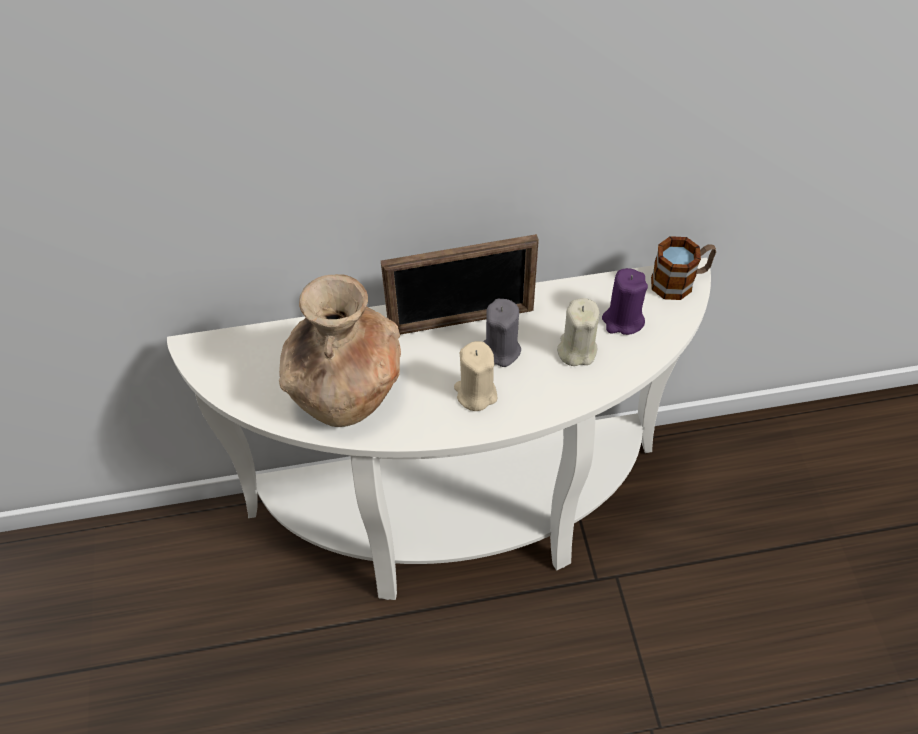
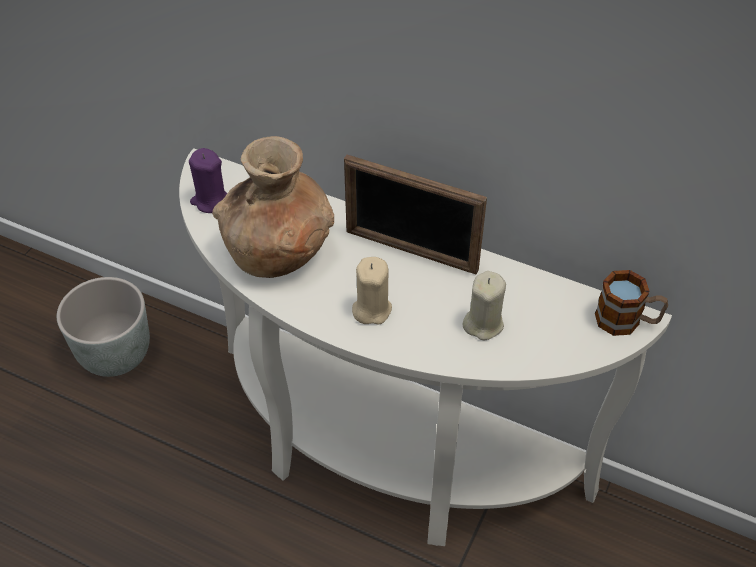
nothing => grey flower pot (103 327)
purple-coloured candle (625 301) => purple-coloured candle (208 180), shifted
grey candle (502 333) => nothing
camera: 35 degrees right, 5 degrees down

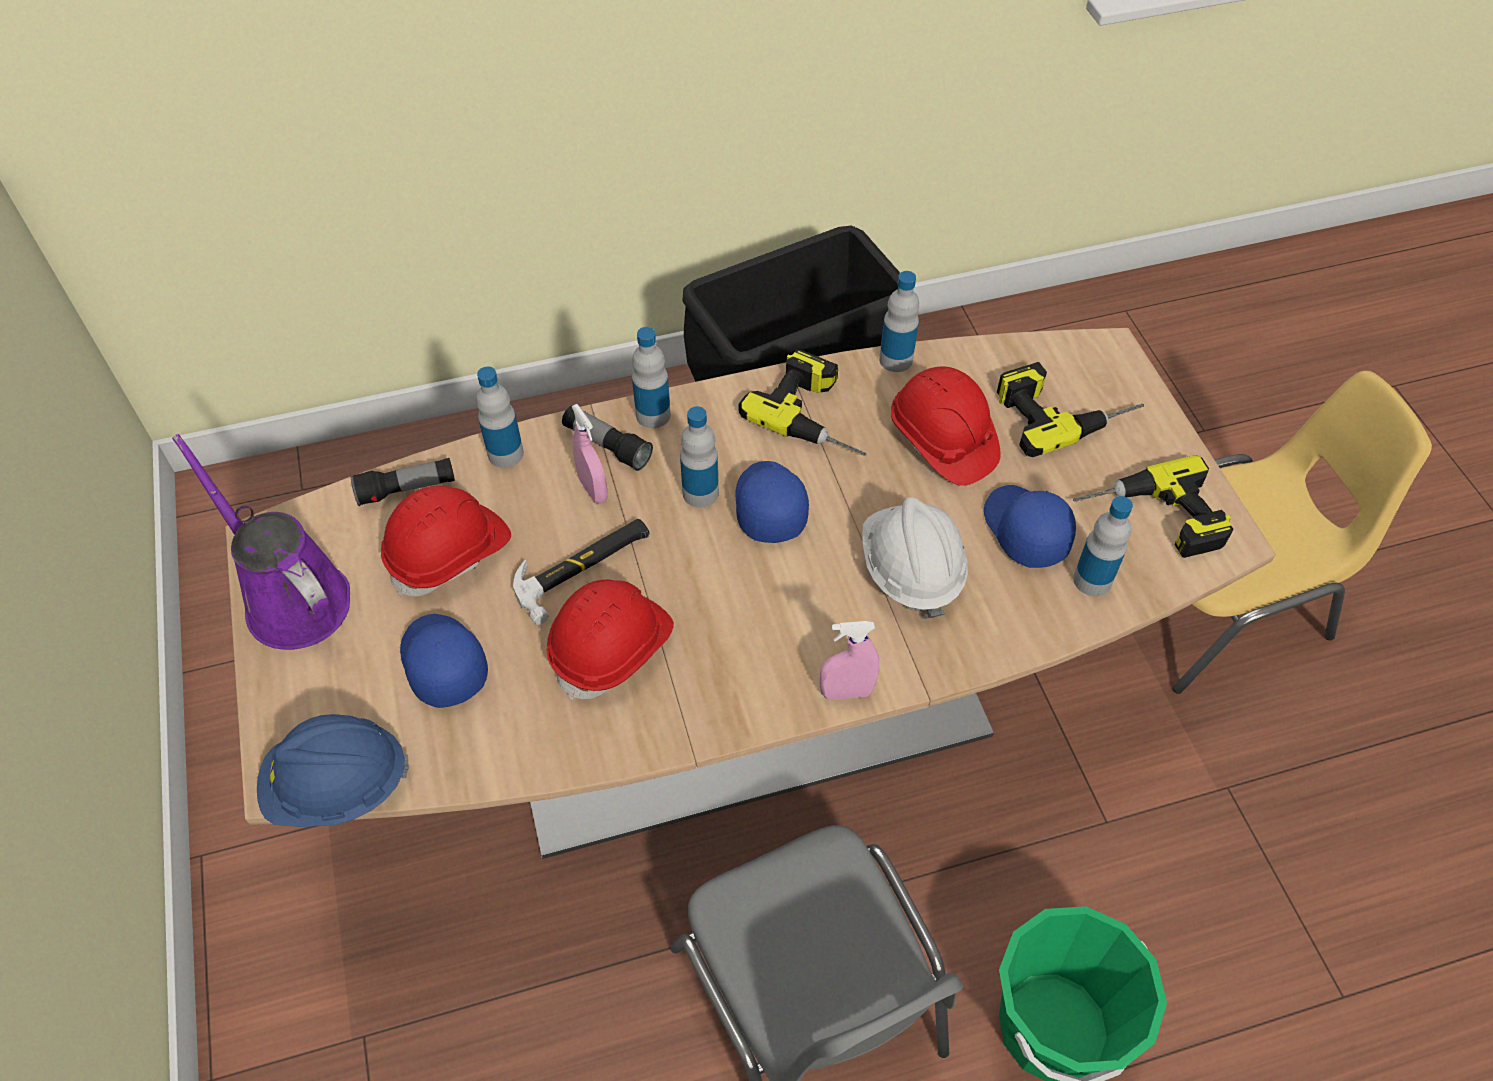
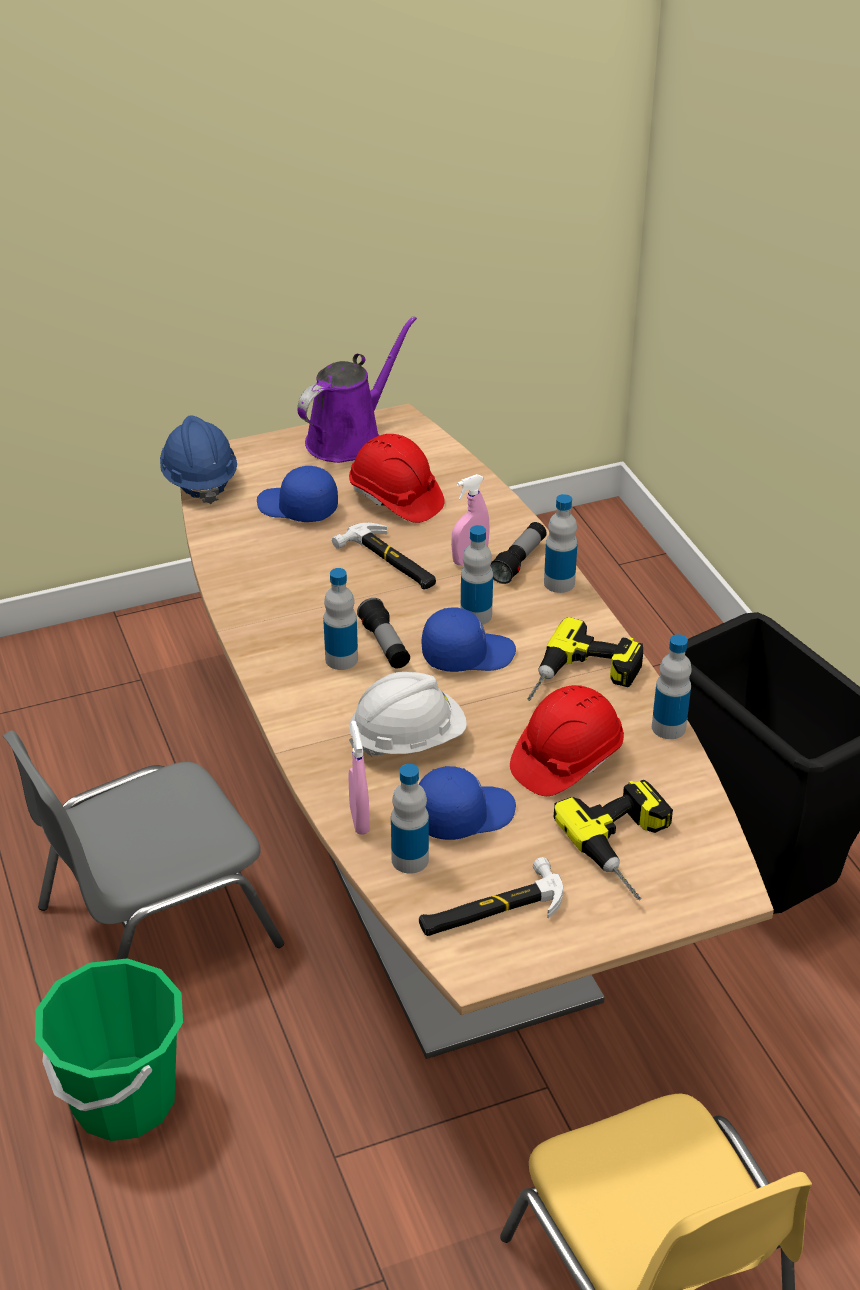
blue-coloured cap (444 661) => blue-coloured cap (297 494), 120 degrees counterclockwise
bottle (500 417) => bottle (340 619), shifted
pinkish sprayer (849 660) => pinkish sprayer (359 777), shifted
hand torch (403 482) => hand torch (383 633), shifted
power drill (1153 506) => hand hammer (491 896)
reddish safety helmet (610 640) => nothing
camera: 85 degrees right, 15 degrees down

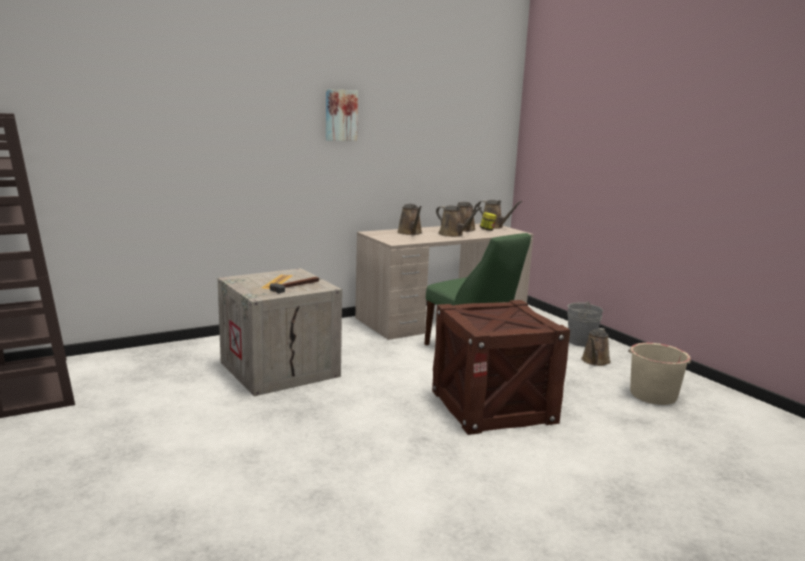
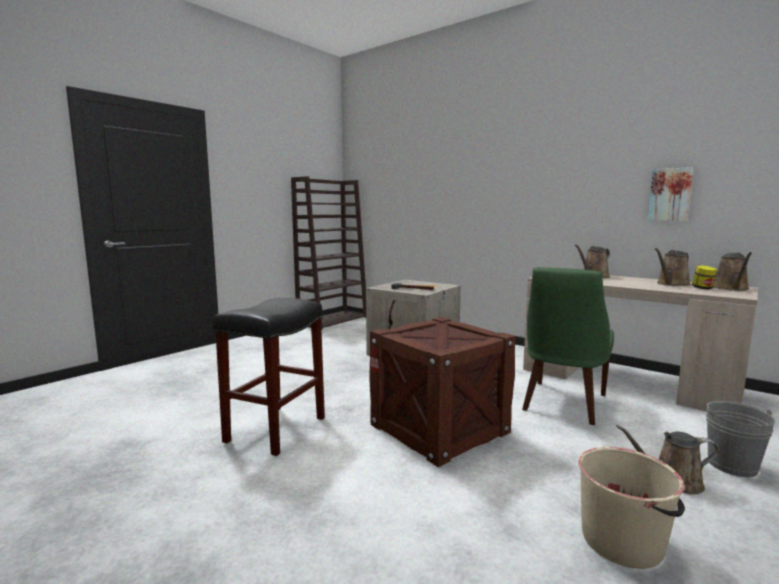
nothing => blackish sitting stool (269 377)
wall art (342 115) => wall art (670 194), shifted
brown watering pot (459 221) => nothing
camera: 70 degrees right, 5 degrees down

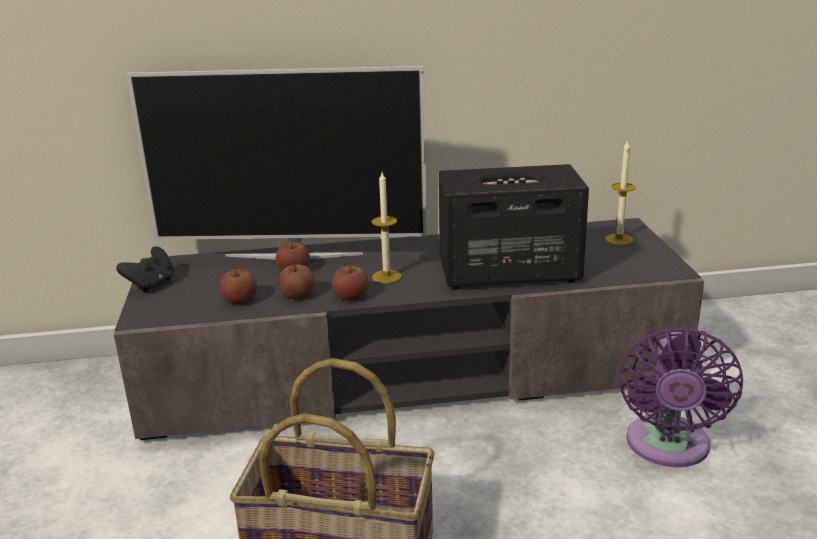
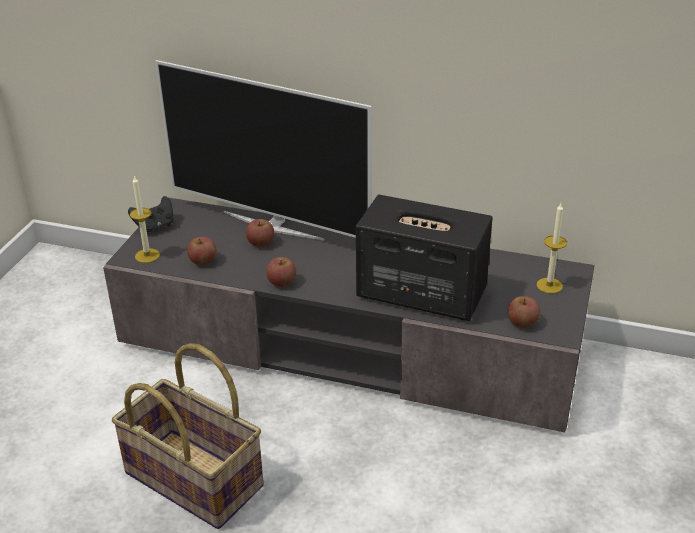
candle (386 227) => candle (145 219), shifted
apple (297 281) => apple (523 312), shifted
purple-coloured fan (681 397) => nothing
camera: 25 degrees right, 10 degrees up

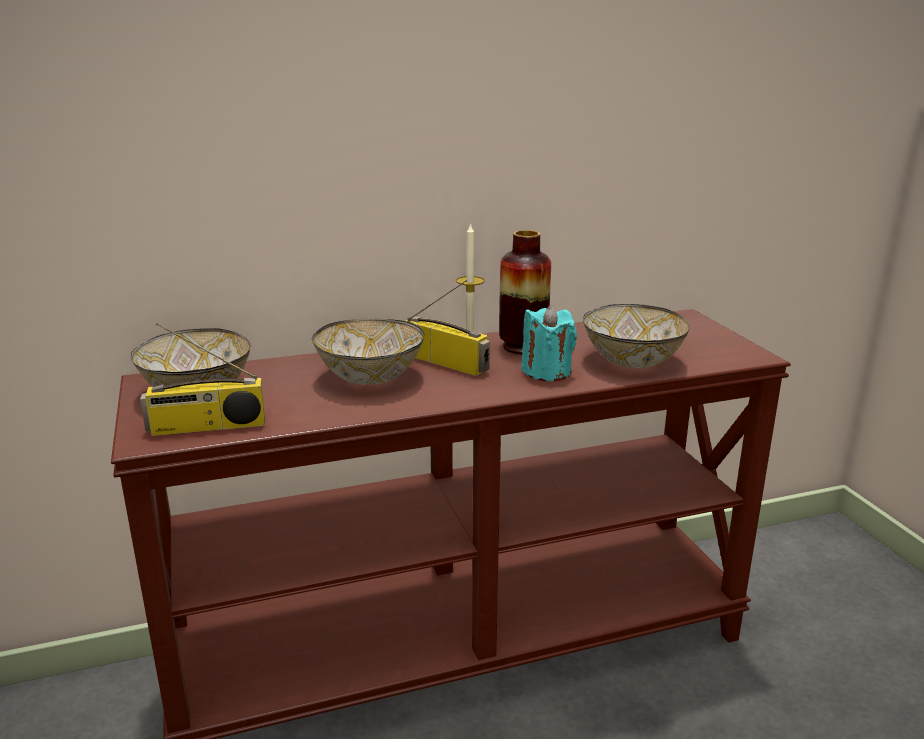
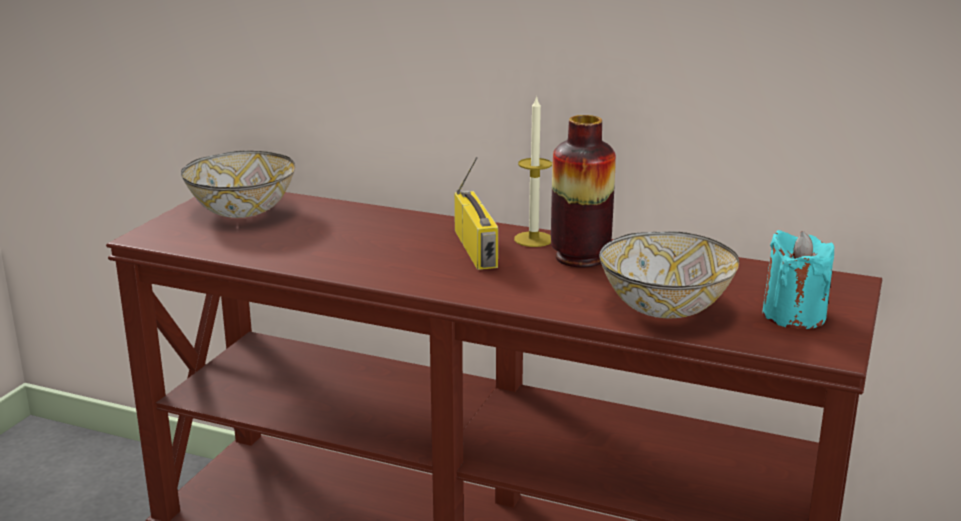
blue-green candle (549 343) => blue-green candle (798 280), shifted
radio receiver (202 379) => nothing
serving bowl (367 352) => nothing
camera: 40 degrees right, 0 degrees up

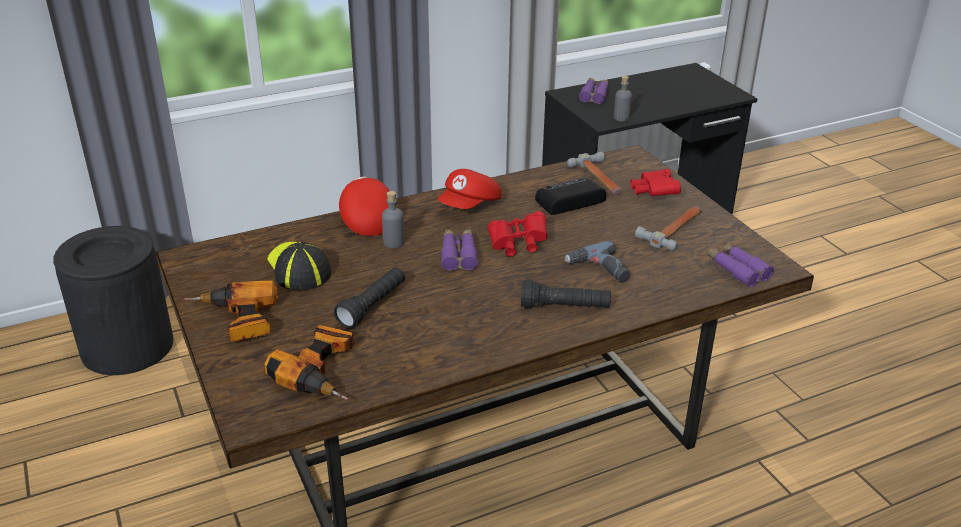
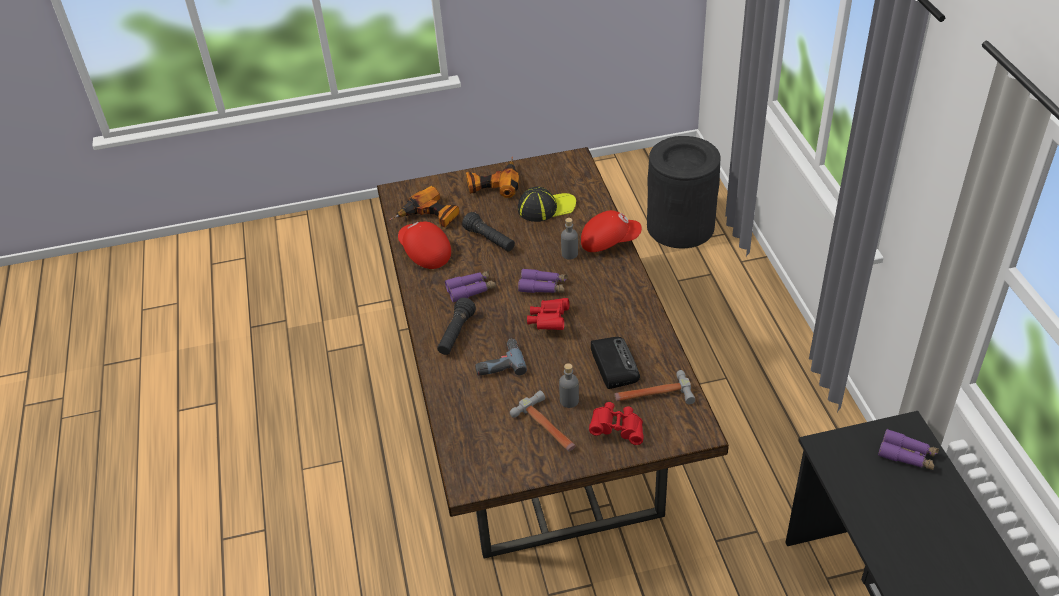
reddish cap (470 189) => reddish cap (424 245), shifted
purple-coloured field glasses (740 265) => purple-coloured field glasses (470 286), shifted
grey bottle (623 98) => grey bottle (569 385), shifted
camera: 105 degrees right, 10 degrees up

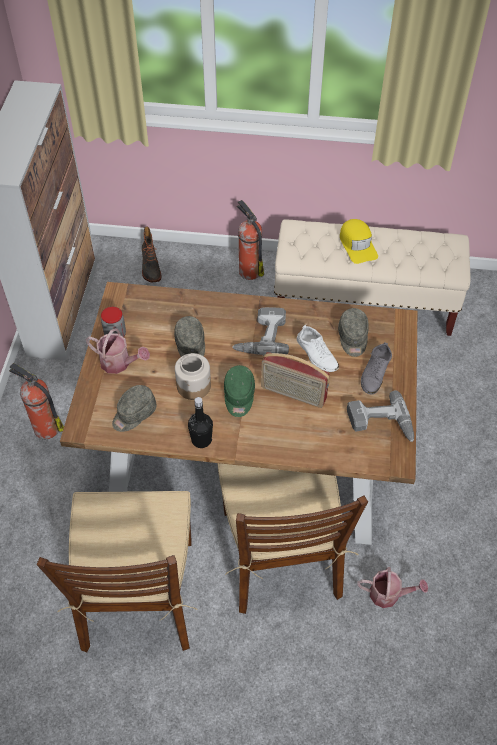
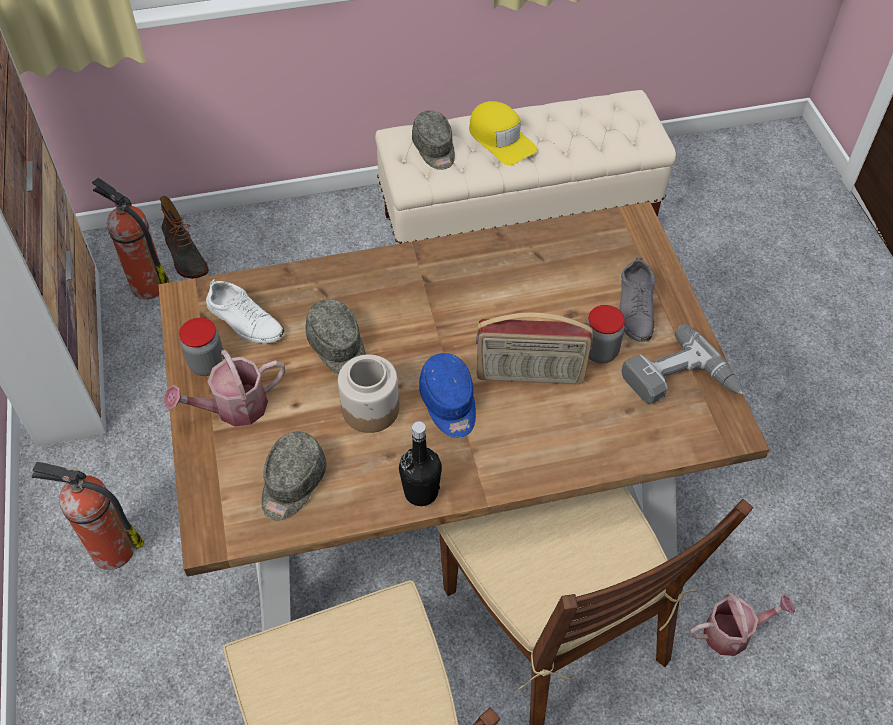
fire extinguisher (250 240) => fire extinguisher (131 238), shifted
watering pot (118 351) => watering pot (224 388), 150 degrees clockwise
white item of footwear (318 348) => white item of footwear (245 312), shifted
grey cap (353 332) => grey cap (433 140), shifted
green cap (239 391) => blue-coloured cap (447 395)
nothing => jar (605 334)
power drill (260 331) => nothing
camera: 20 degrees left, 0 degrees up

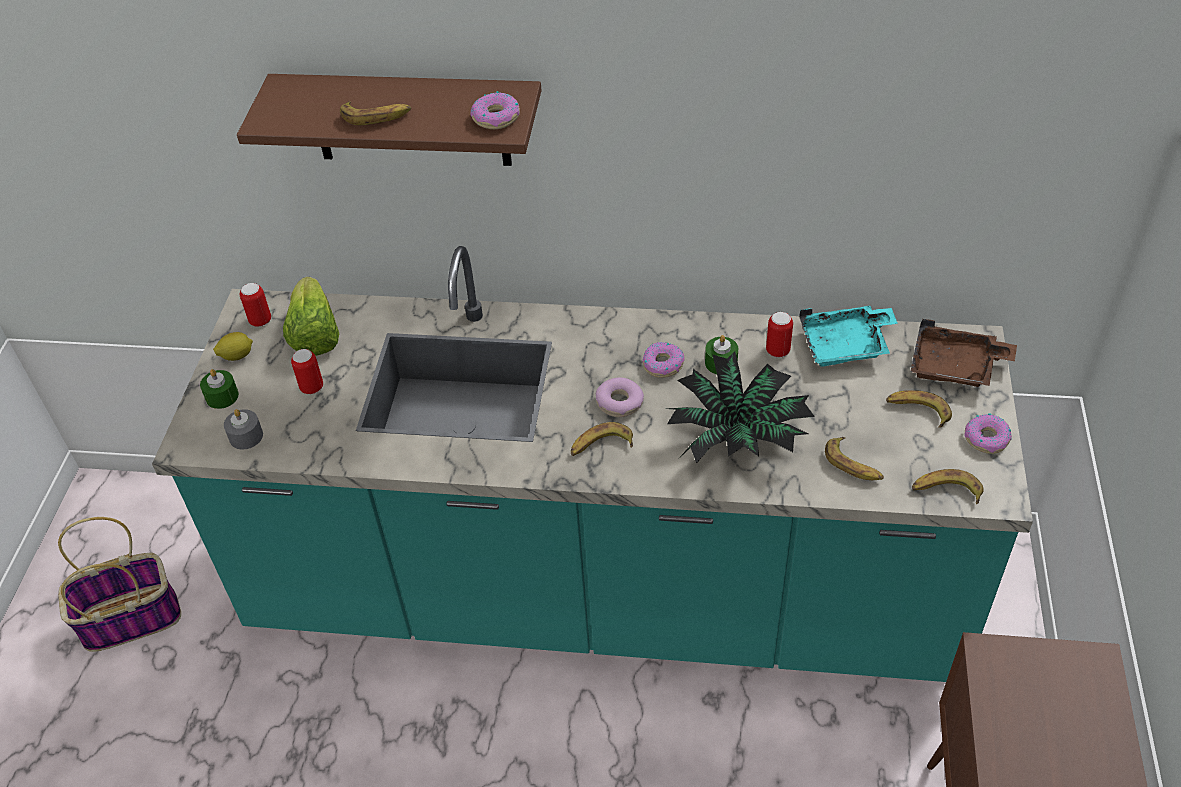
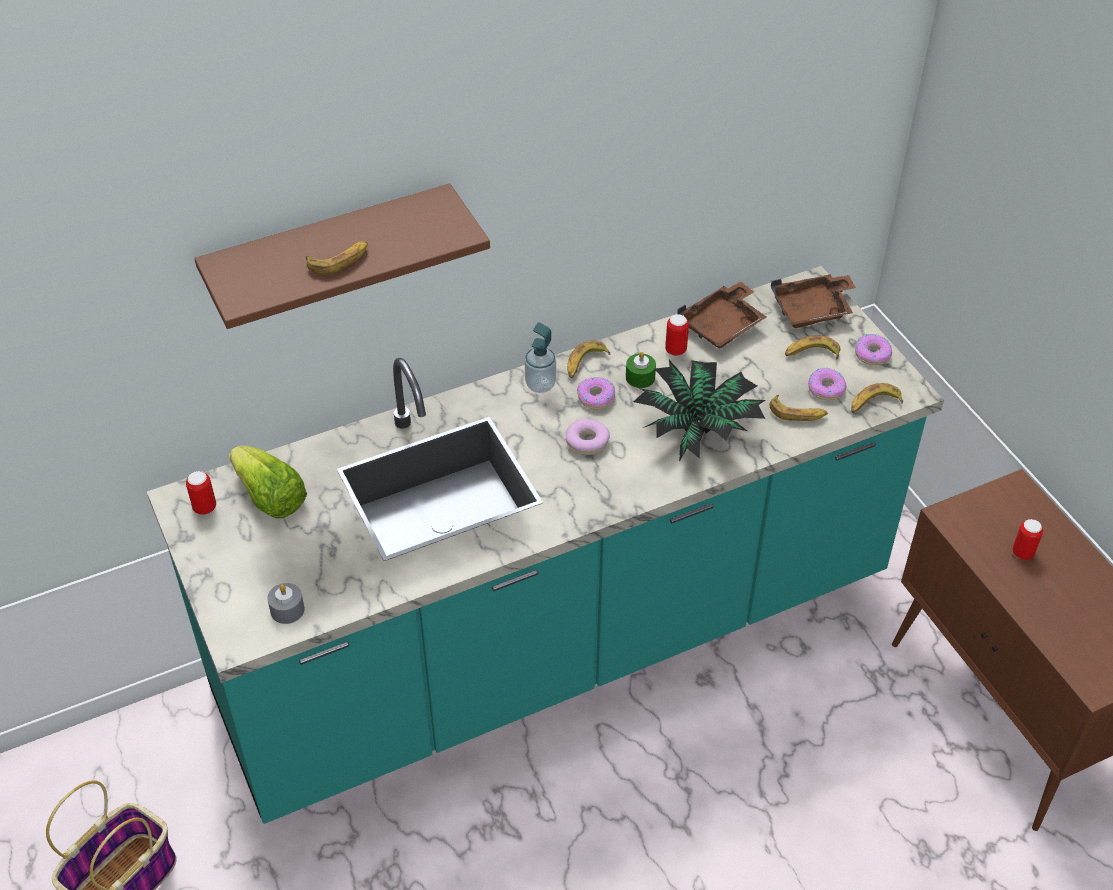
nothing => soap dispenser (540 358)
banana fruit (602 439) => banana fruit (588 359), shifted
blue-green tray (848 336) => brown tray (722 315)
donut (495 110) => donut (827 384), shifted
can (307 371) => can (1028 539), shifted
green candle (219 389) => nothing
citrus fruit (233 346) => nothing
camera: 35 degrees left, 0 degrees up

